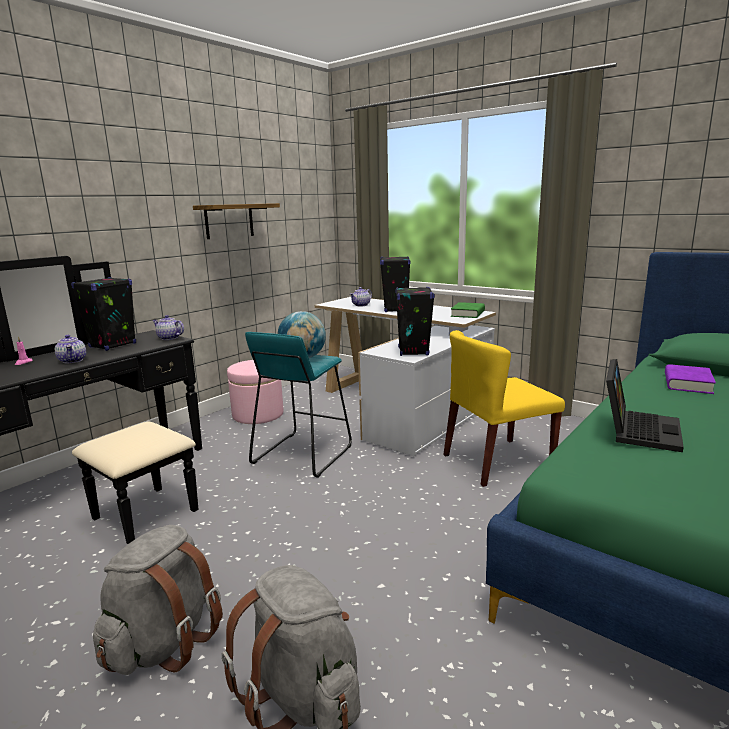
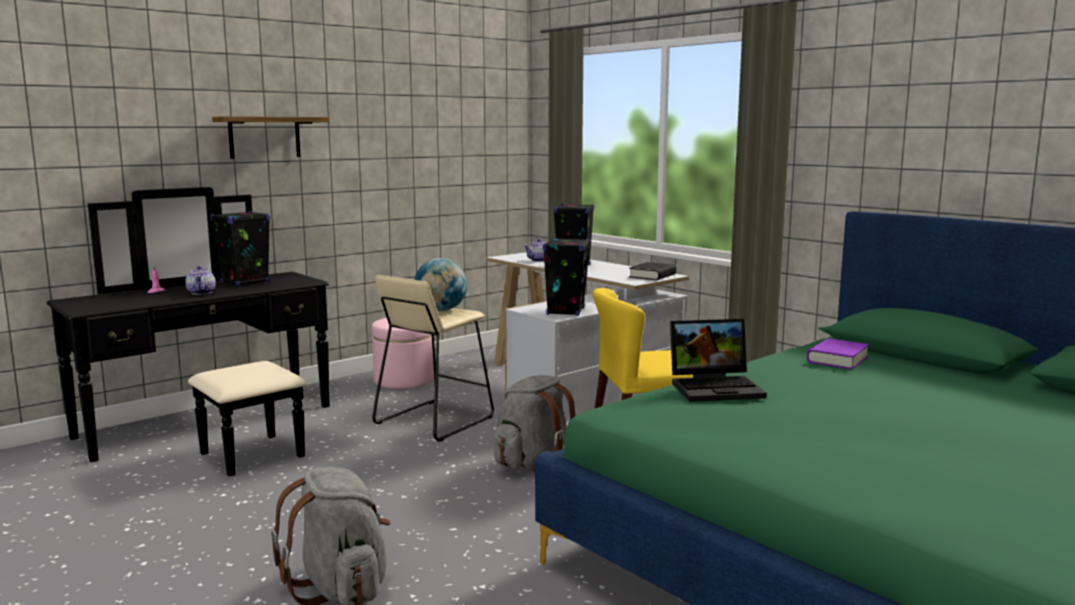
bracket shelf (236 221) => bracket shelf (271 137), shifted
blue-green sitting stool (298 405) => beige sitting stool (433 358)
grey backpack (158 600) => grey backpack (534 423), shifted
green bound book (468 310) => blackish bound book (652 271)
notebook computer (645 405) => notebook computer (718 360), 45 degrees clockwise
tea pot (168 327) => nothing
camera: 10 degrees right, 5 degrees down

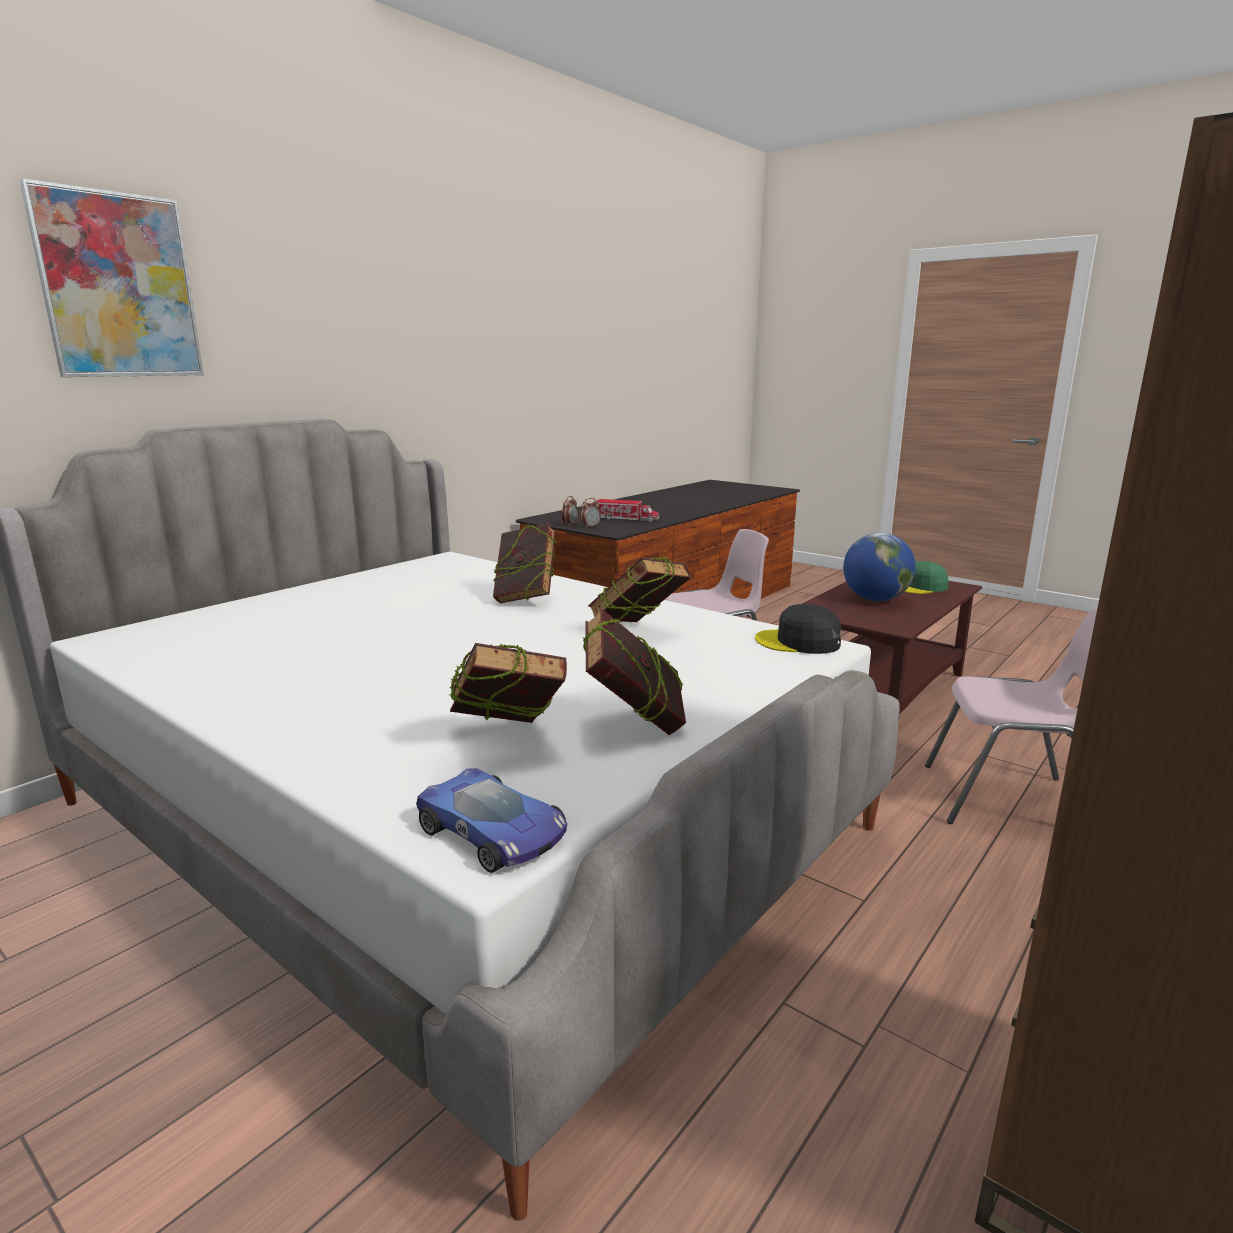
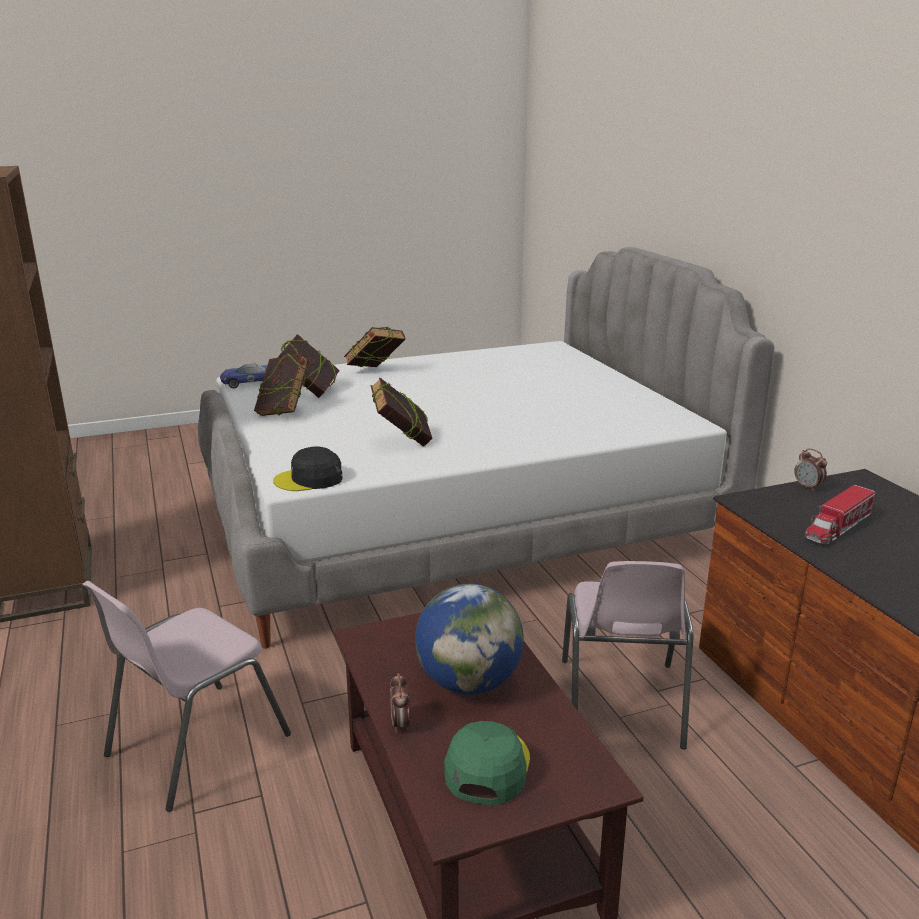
blackish cap (798 629) => blackish cap (308 468), 150 degrees counterclockwise
bound book (525 563) => bound book (375 347), shifted
table clock (590 513) => table clock (400 703), shifted
wall art (112 278) => nothing
camera: 120 degrees right, 5 degrees up

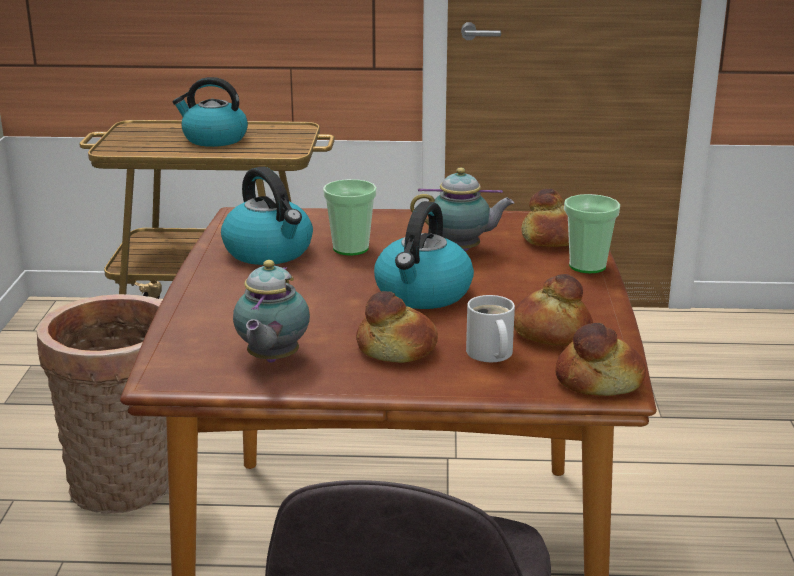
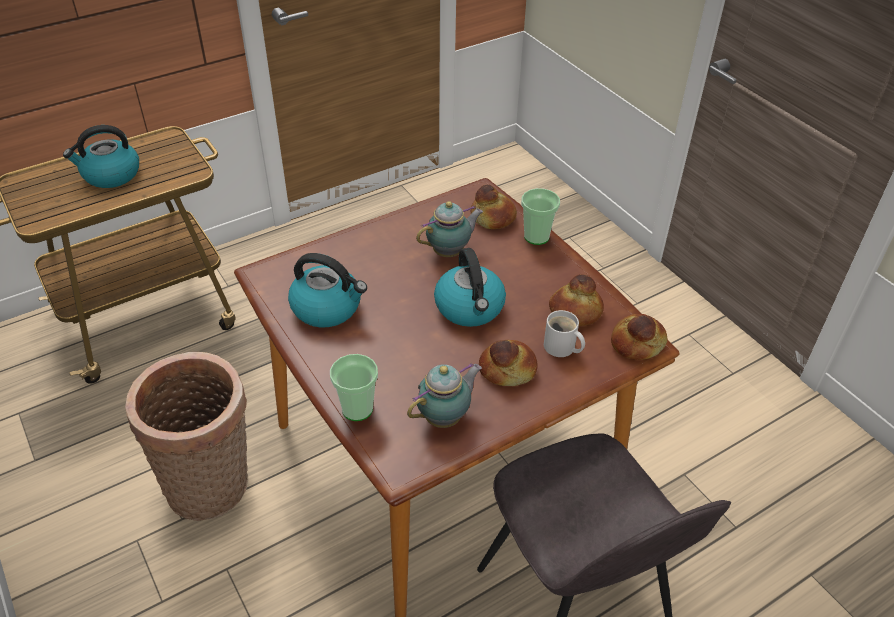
cup (350 217) => cup (354 387), shifted
tea pot (271 311) => tea pot (444 395), 105 degrees counterclockwise
camera: 35 degrees left, 20 degrees up

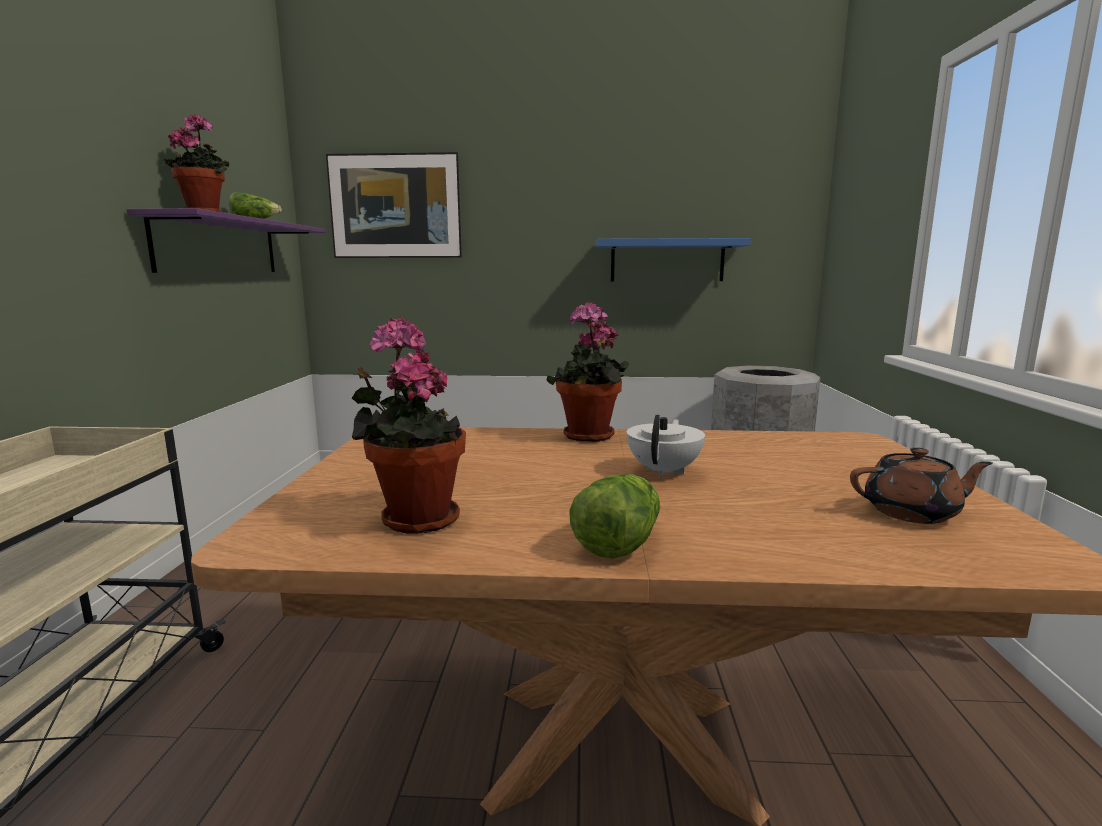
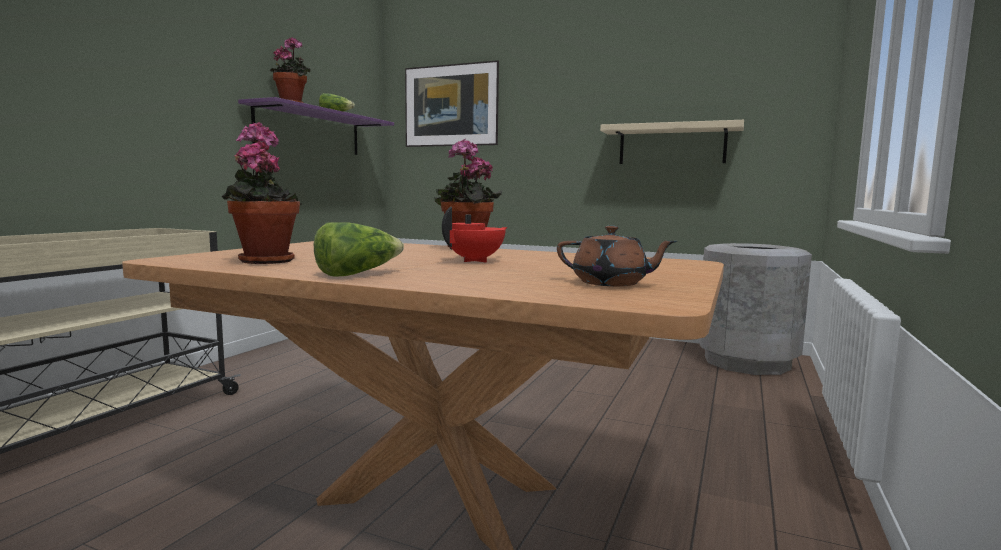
white tea pot (666 446) => reddish tea pot (474 234)
blue-coloured bracket shelf (673 259) => beige bracket shelf (672 142)
camera: 20 degrees right, 5 degrees down

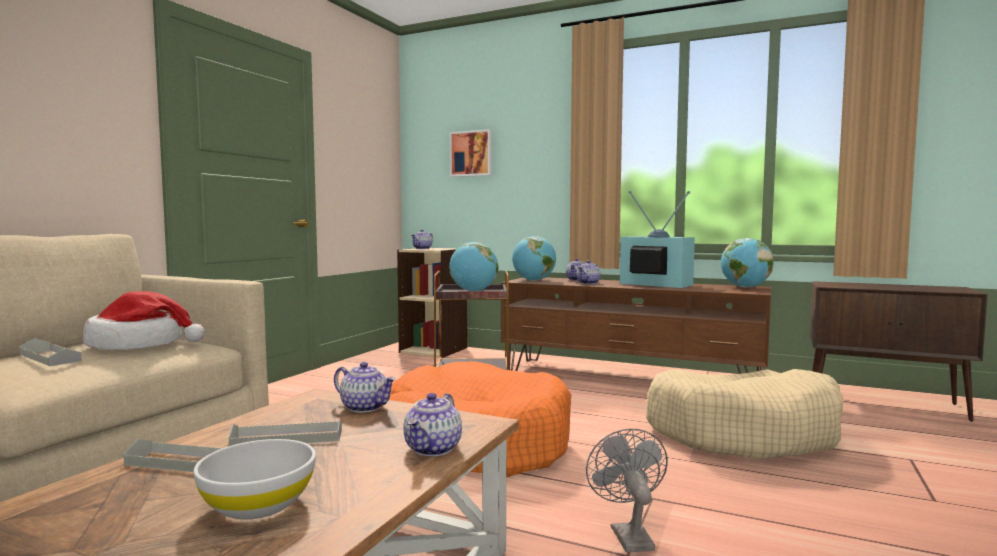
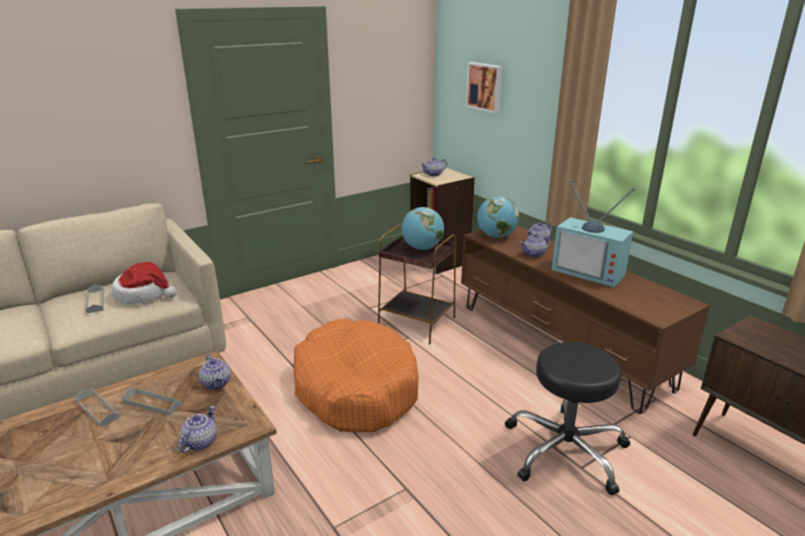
tea pot (432 424) => tea pot (197 429), 150 degrees clockwise
beige dog cushion (744 414) => blackish sitting stool (567 418)
TV set (657 239) => TV set (594 233), 150 degrees clockwise
white serving bowl (254 479) => nothing
grey fan (627 491) => nothing
globe (747 263) => nothing
camera: 30 degrees right, 20 degrees up

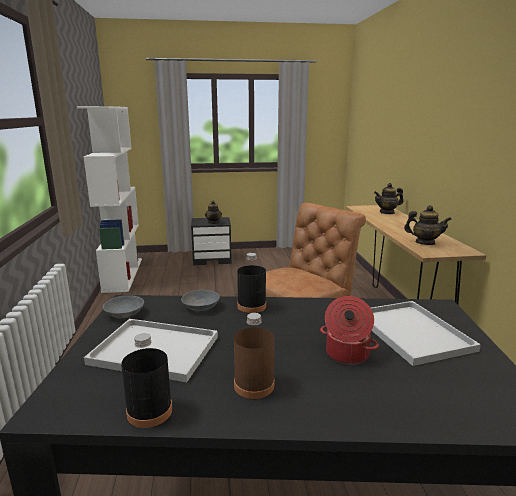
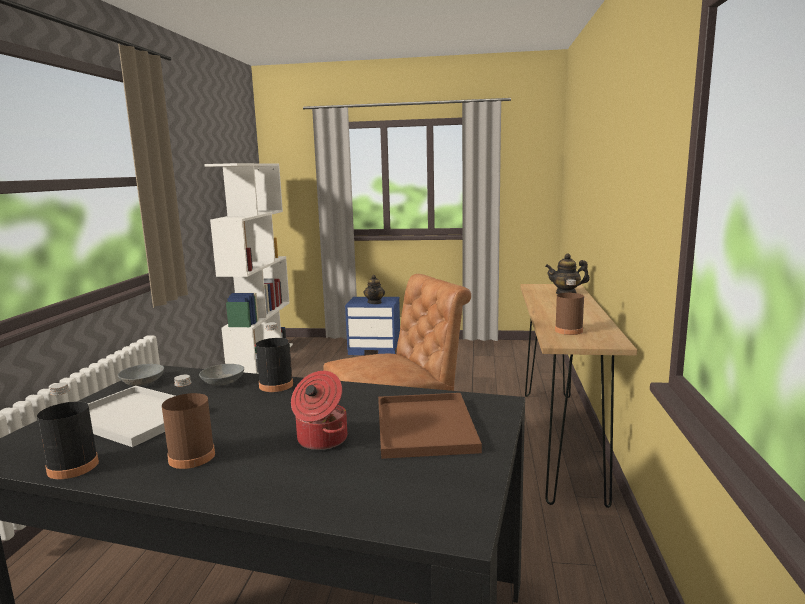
blackish bedside table (211 241) => blue-coloured bedside table (372 326)
white tray (426 333) => brown tray (430 426)
tea pot (428 225) => brown bottle (569 307)
camera: 15 degrees right, 5 degrees down

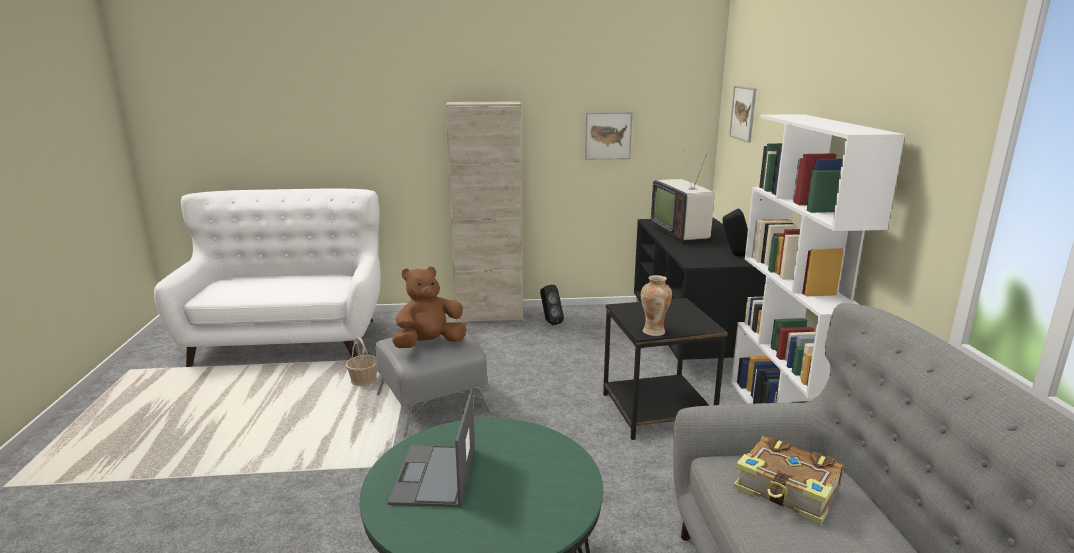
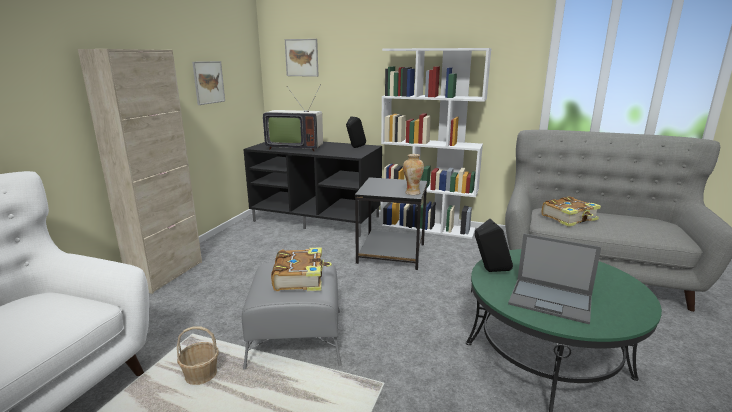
brown soft toy (429 307) => bound book (301 269)
blackish speaker (552 305) => blackish speaker (494 245), shifted
camera: 65 degrees left, 0 degrees up

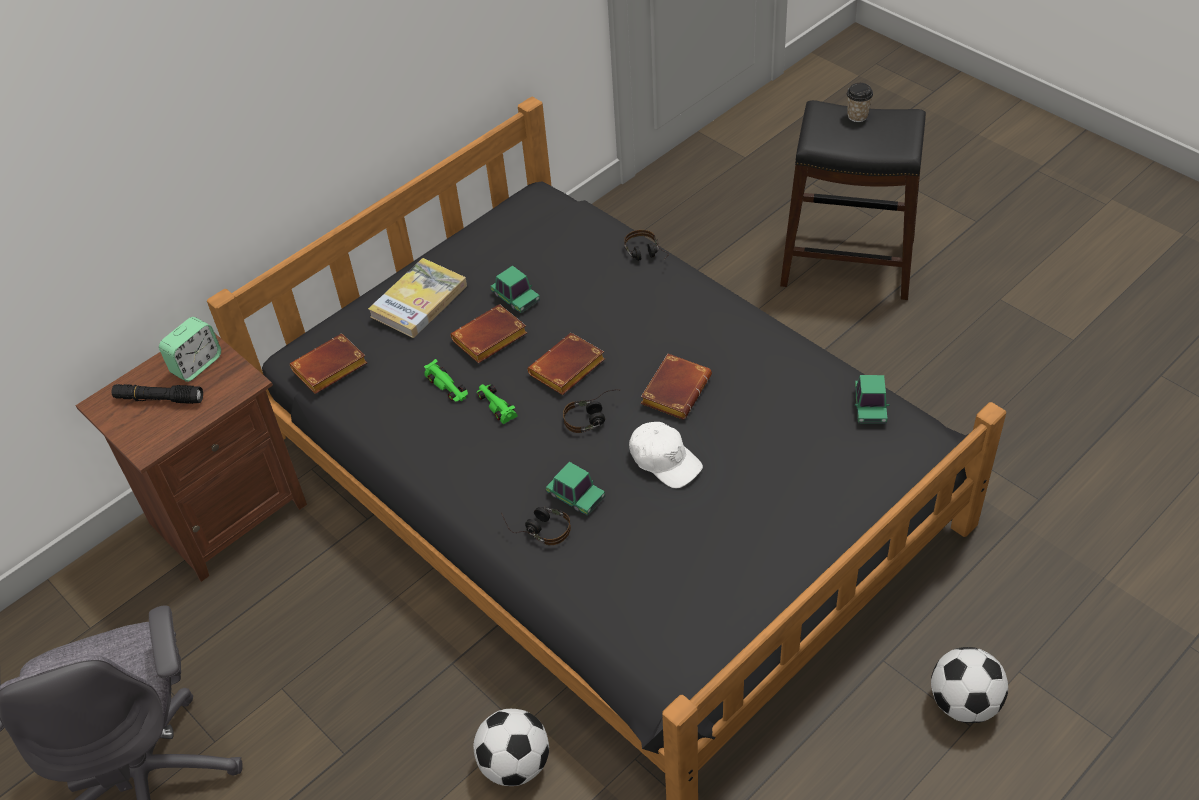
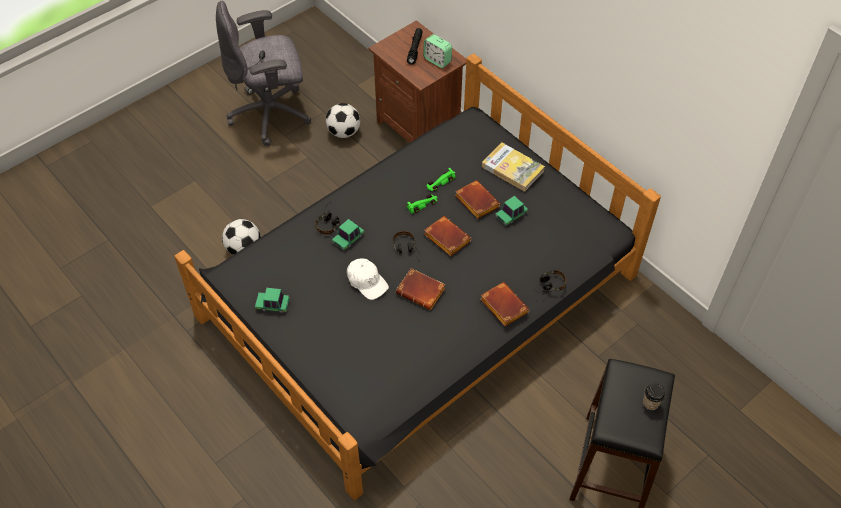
miniature car (872 399) => miniature car (272 300), shifted
football (969 685) => football (343 120), shifted
white cap (666 455) => white cap (368 279), 90 degrees counterclockwise
brown bound book (328 364) => brown bound book (505 304), shifted
camera: 90 degrees right, 5 degrees up

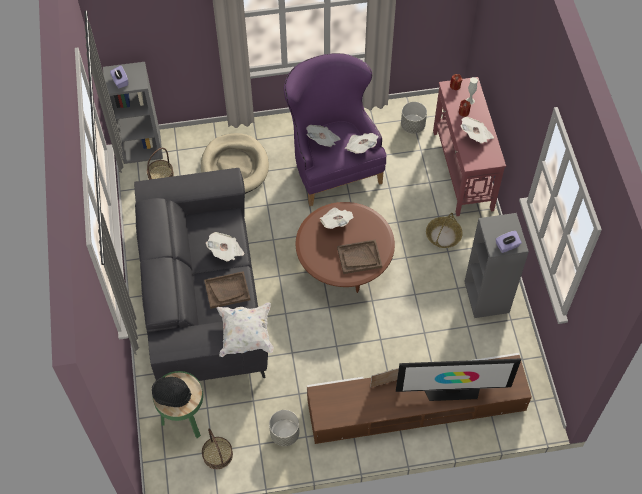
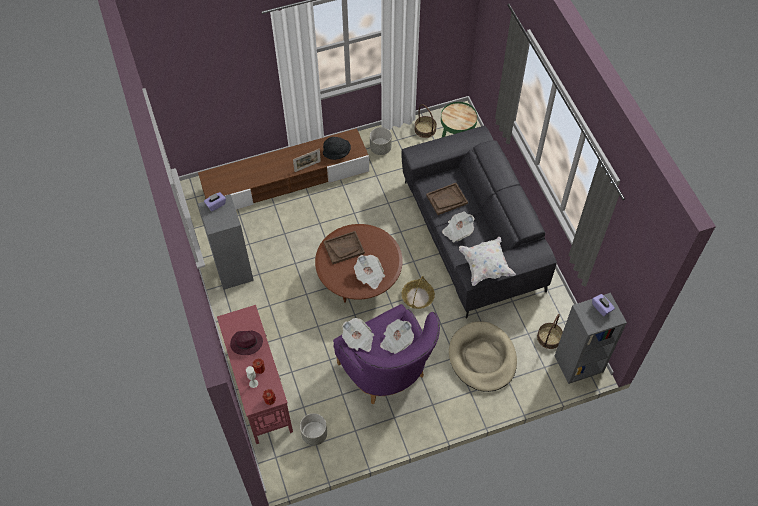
printed paper (477 130) => purple-coloured wearable hat (246 343)
blackish wearable hat (172 392) => blackish wearable hat (337 148), shifted
storage basket (444 230) => storage basket (418 292), shifted
white cushion (245 329) => white cushion (487 261), shifted
TV set (458 379) => nothing
camera: 170 degrees right, 0 degrees up

